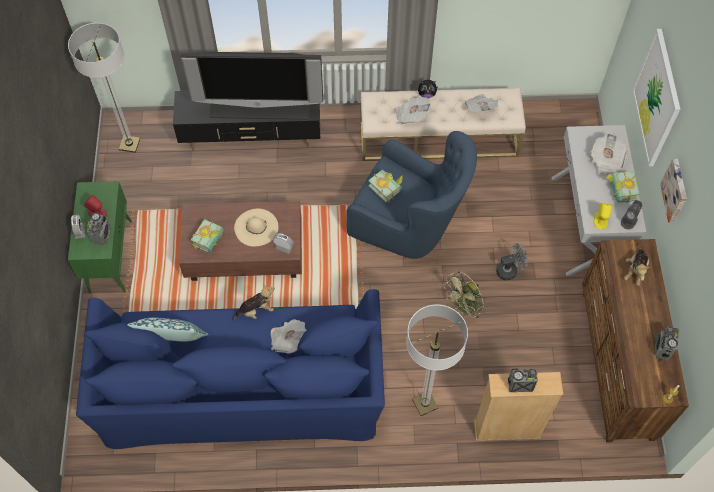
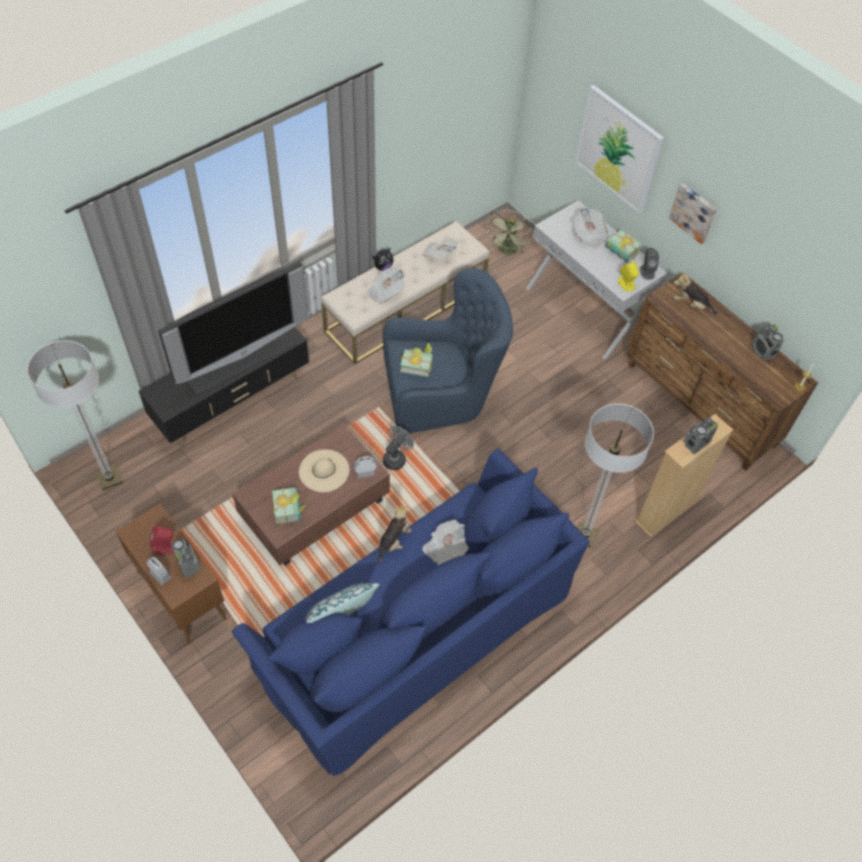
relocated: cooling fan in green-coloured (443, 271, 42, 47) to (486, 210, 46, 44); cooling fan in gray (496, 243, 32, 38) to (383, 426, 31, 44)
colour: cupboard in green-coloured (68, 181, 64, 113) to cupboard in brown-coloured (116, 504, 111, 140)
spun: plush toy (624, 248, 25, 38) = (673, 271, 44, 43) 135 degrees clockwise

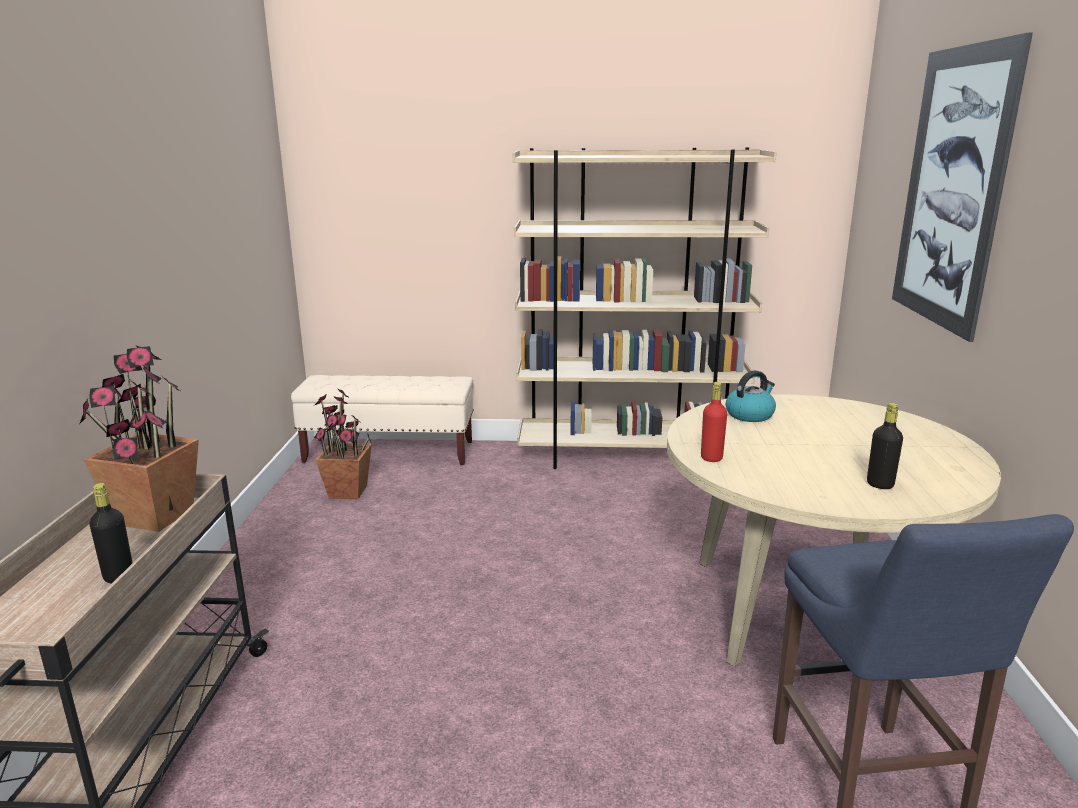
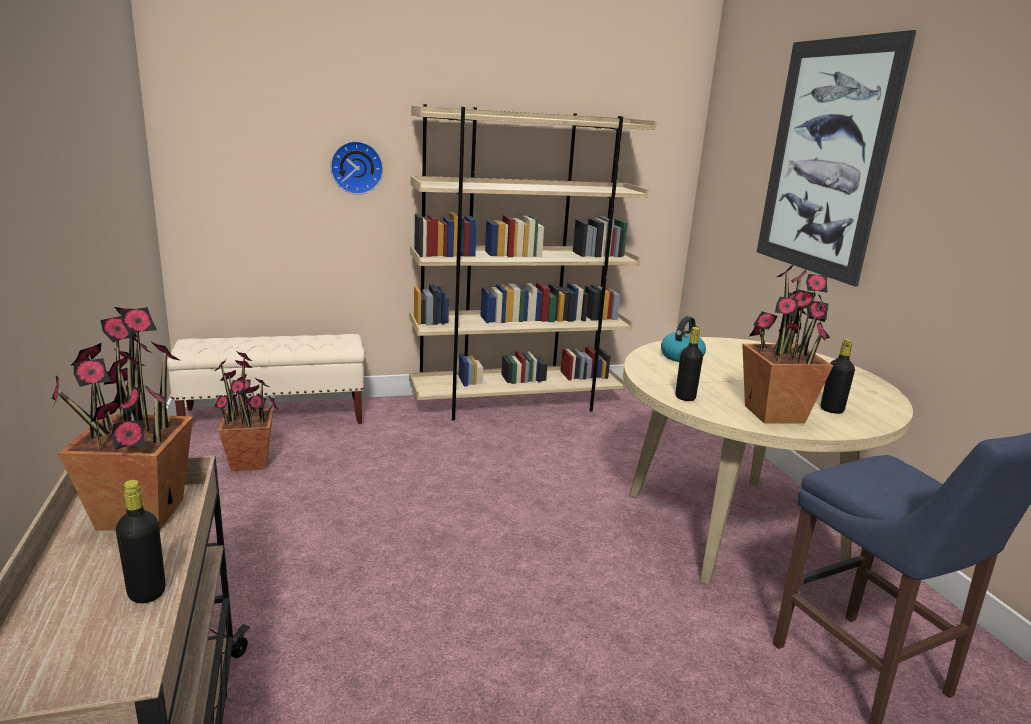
appeared: clock on the wall (330, 141, 53, 54); plant in a pot (742, 265, 91, 159)
colour: drink bottle in red (701, 382, 26, 80) to drink bottle in blackish (675, 327, 28, 74)

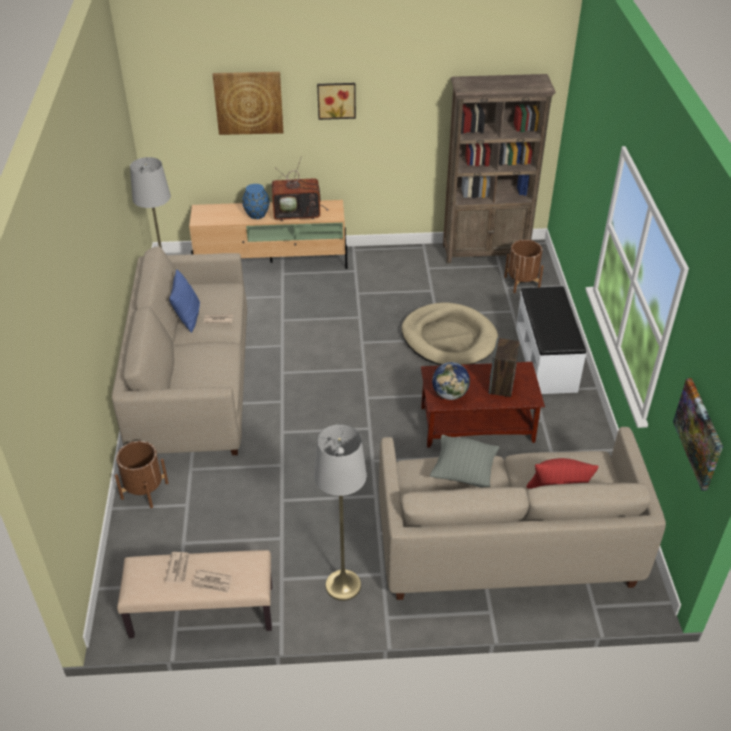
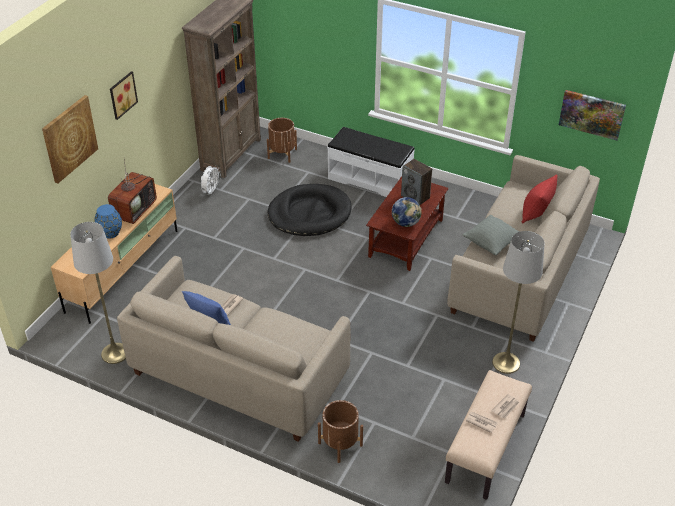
appeared: cooling fan in white (201, 165, 20, 30)
colour: pet bed in sand-coloured (401, 303, 97, 62) to pet bed in blackish (268, 184, 84, 52)

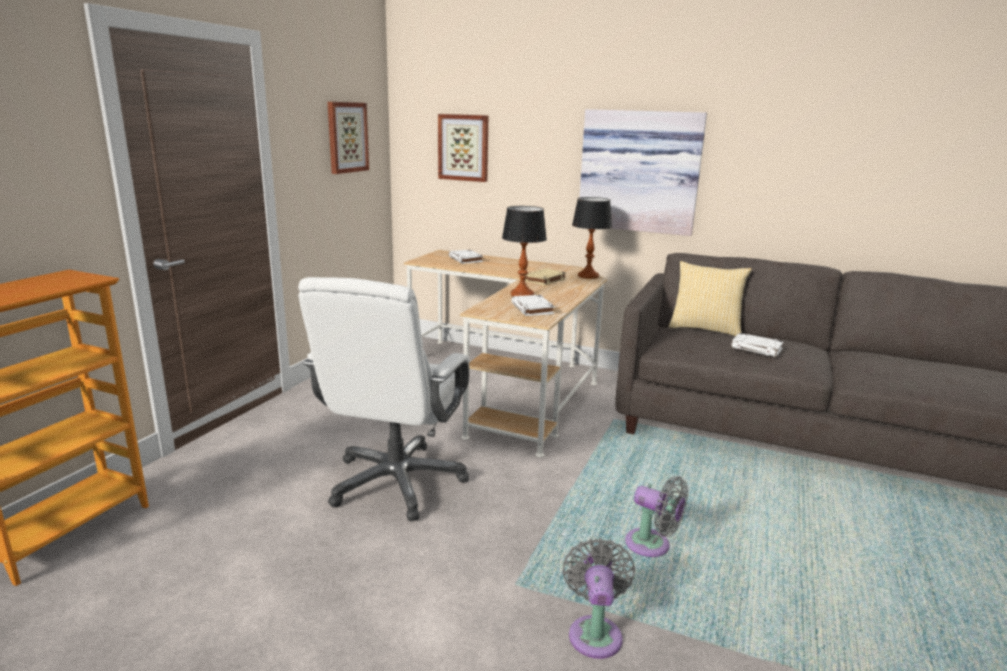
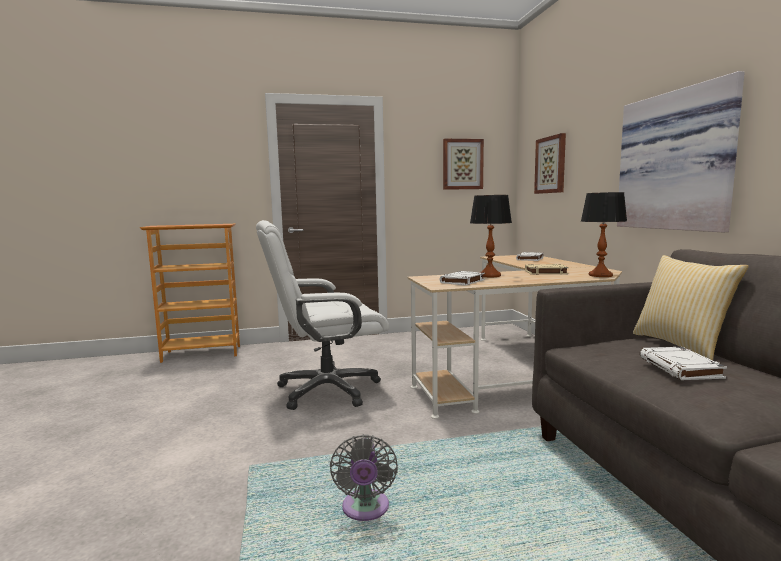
missing: cooling fan in gray (562, 538, 73, 121)

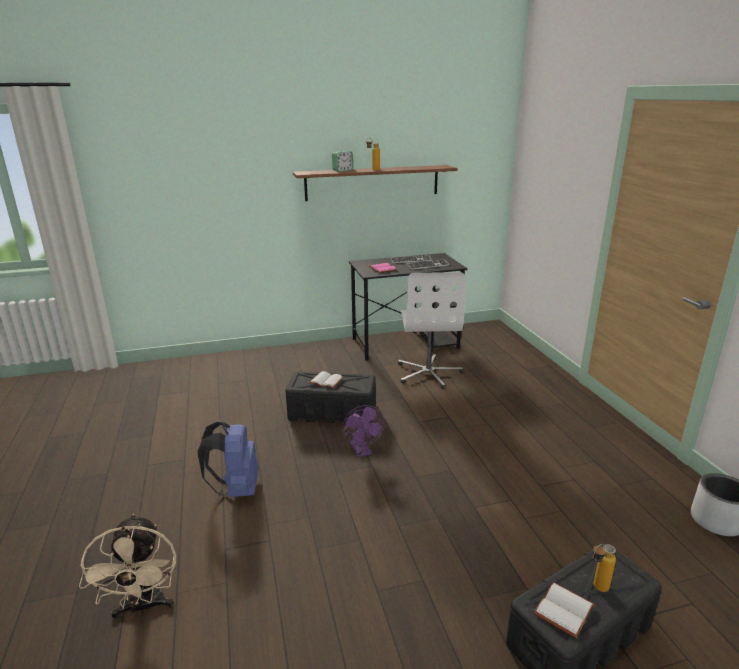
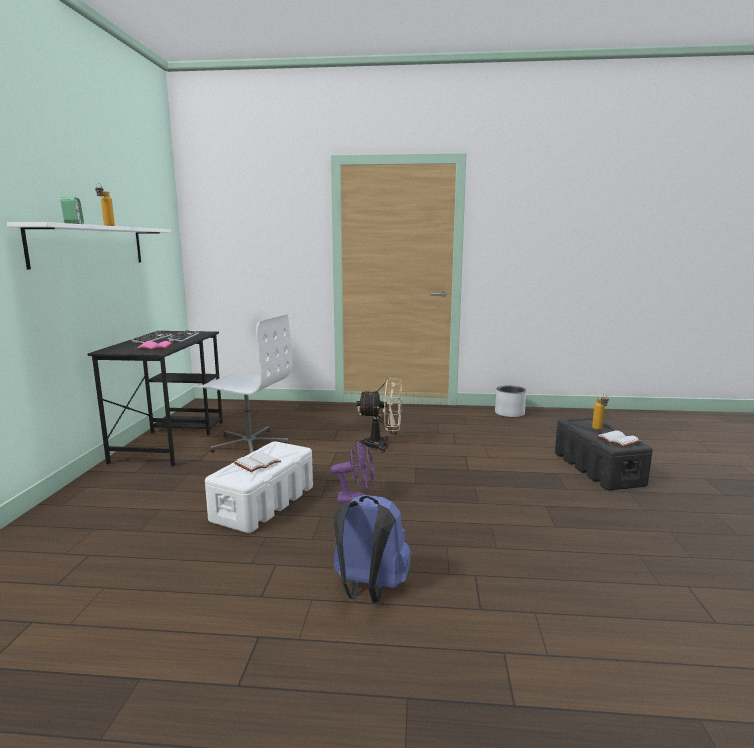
relocated: cooling fan in sand-coloured (79, 514, 97, 105) to (355, 378, 47, 75)
colour: storage bin in blackish (285, 372, 91, 52) to storage bin in white (205, 441, 108, 92); wall shelf in brown-coloured (293, 165, 165, 36) to wall shelf in white (7, 222, 164, 47)

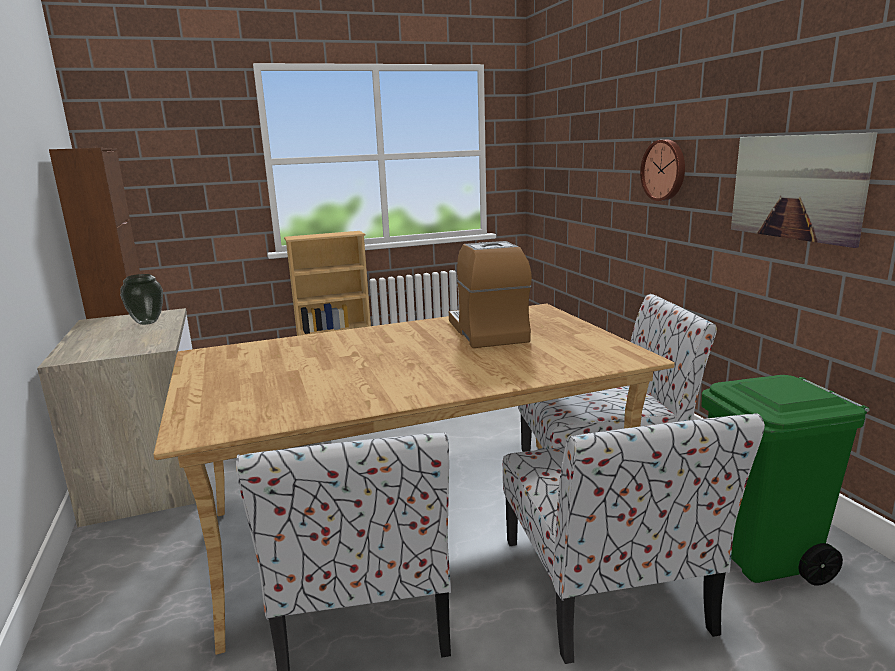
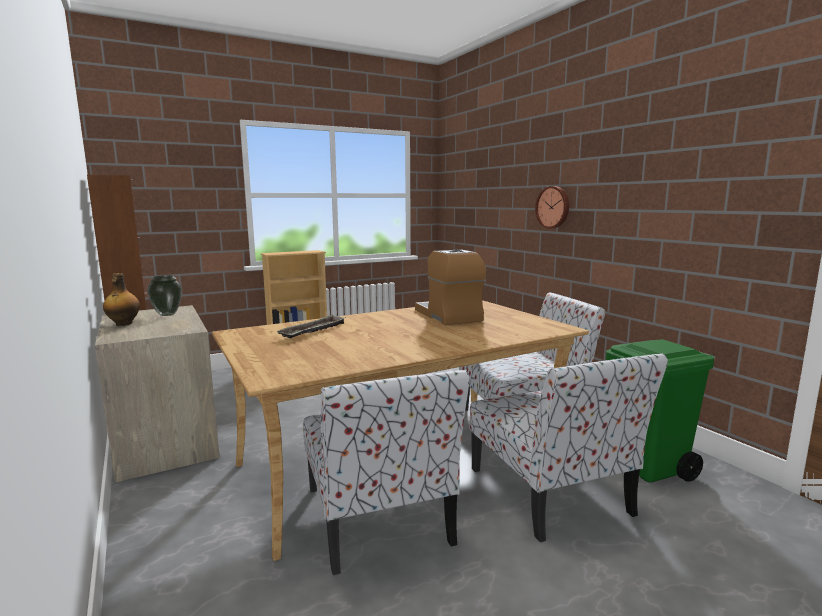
missing: picture (731, 132, 146, 116)
appeared: drink bottle (103, 273, 37, 53); serving tray (276, 314, 69, 24)

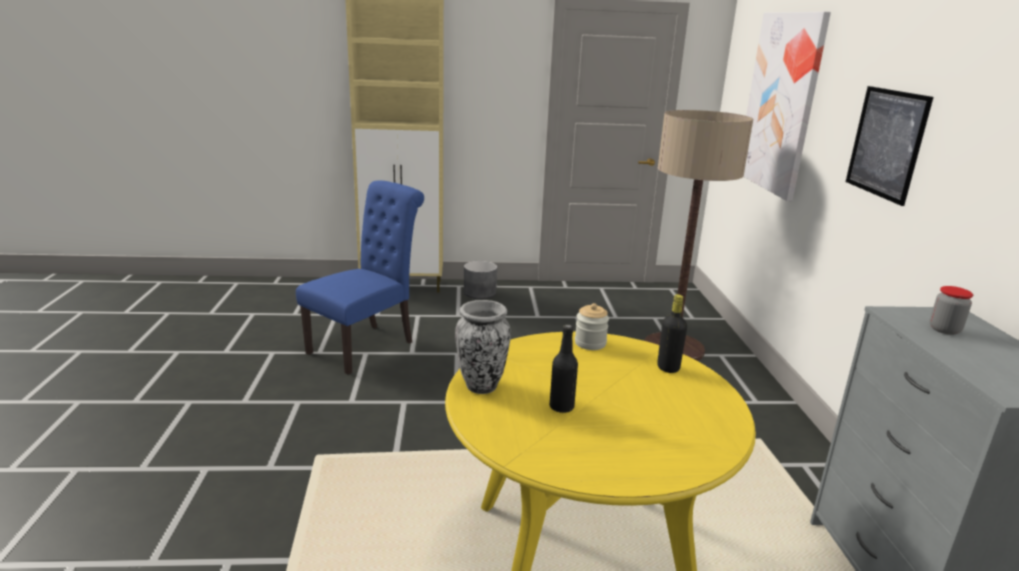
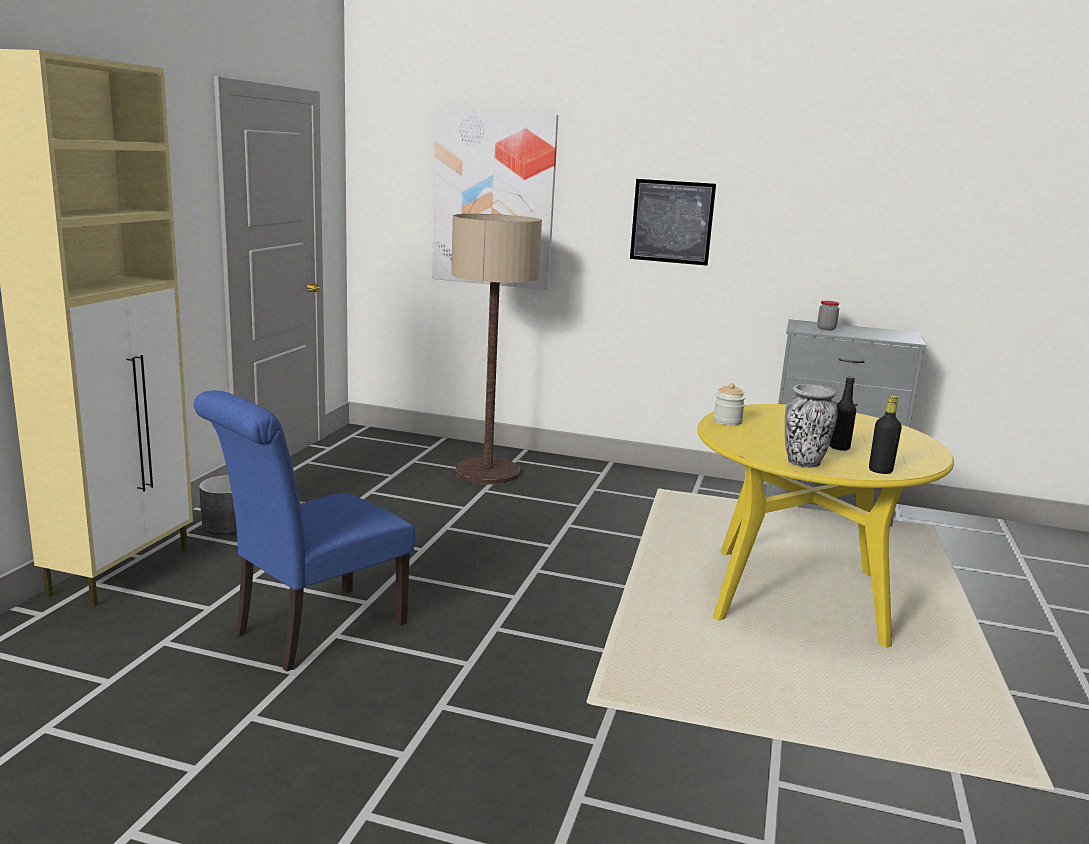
relocated: drink bottle in blackish (657, 294, 30, 79) to (869, 395, 33, 79)
spun: plain chair in bluish (296, 181, 128, 194) = (194, 390, 221, 282) 105 degrees counterclockwise

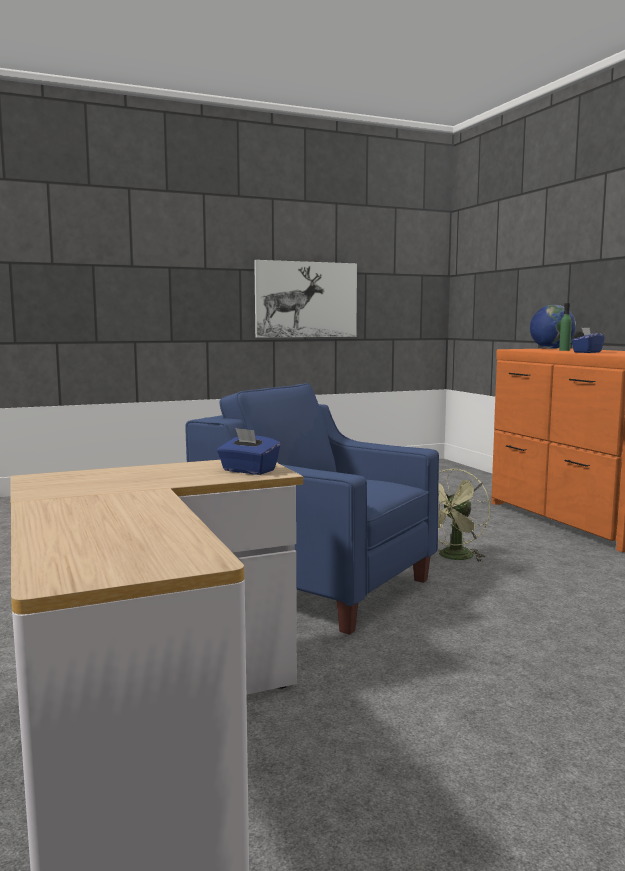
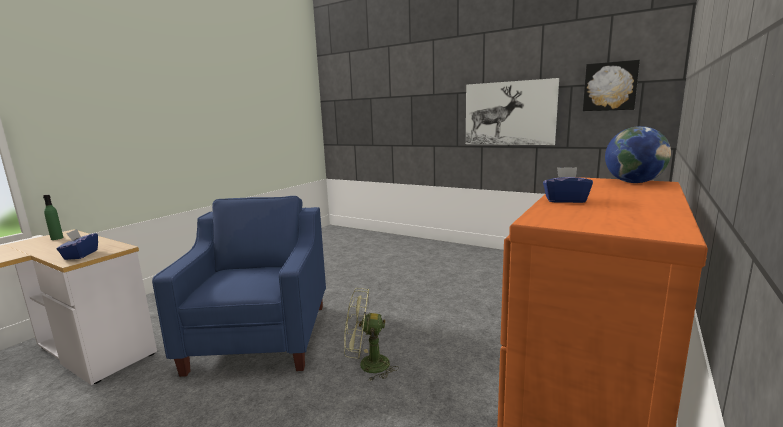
appeared: picture (583, 60, 57, 51)
relocated: drink bottle in green-coloured (559, 303, 13, 48) to (43, 195, 21, 45)

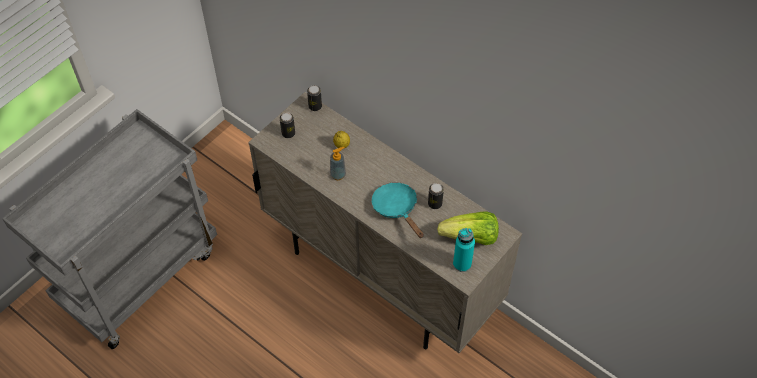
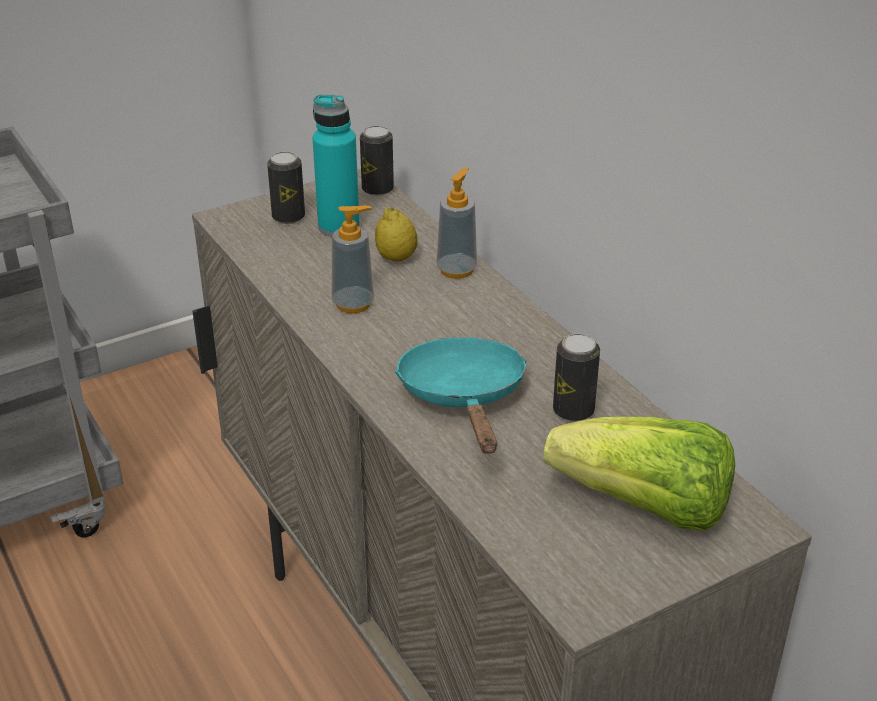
appeared: liquid soap bottle (437, 167, 40, 112)
relocated: drink bottle in blue-green (453, 228, 22, 44) to (313, 95, 47, 142)

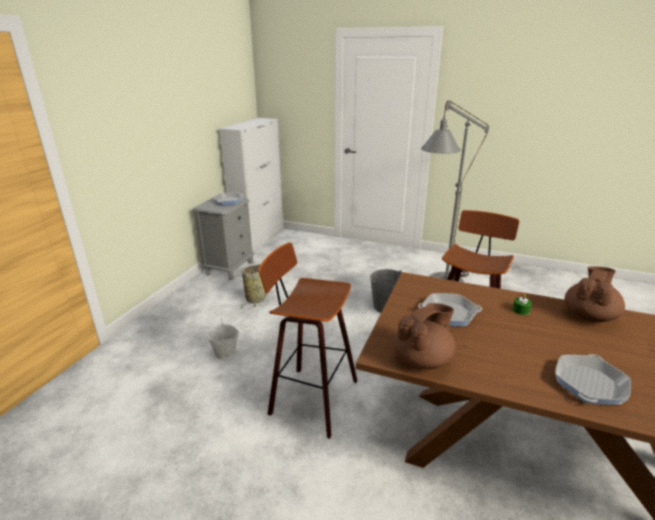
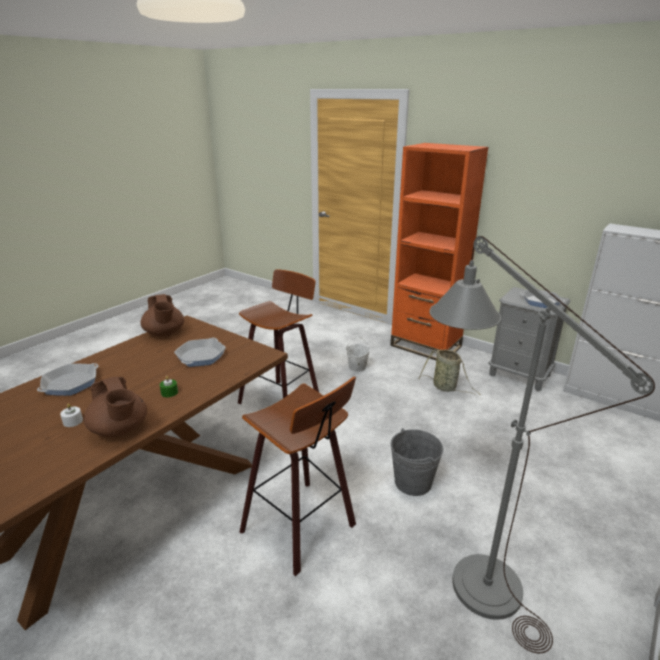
appeared: wax light in white (60, 404, 23, 23); bookshelf in orange (390, 143, 99, 217)
spun: frying pan (555, 354, 76, 51) = (37, 363, 61, 33) 105 degrees counterclockwise

